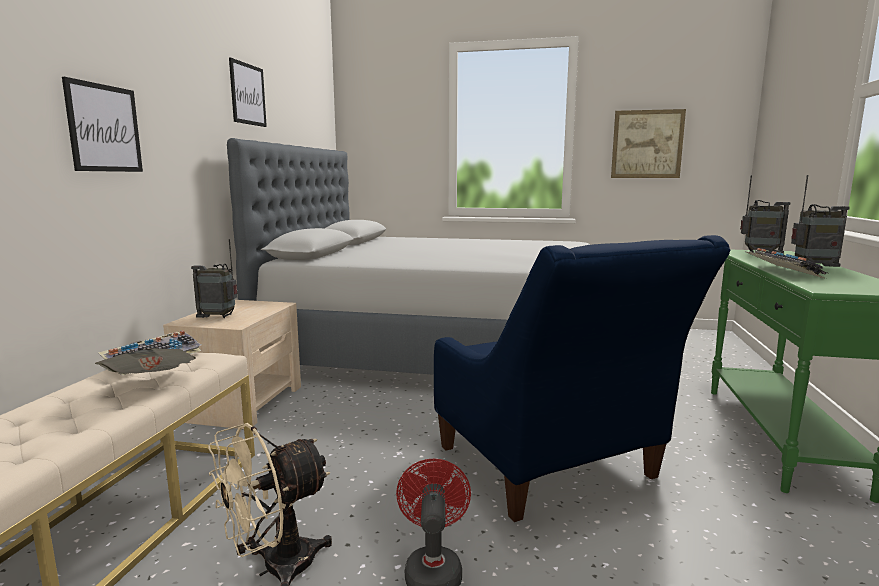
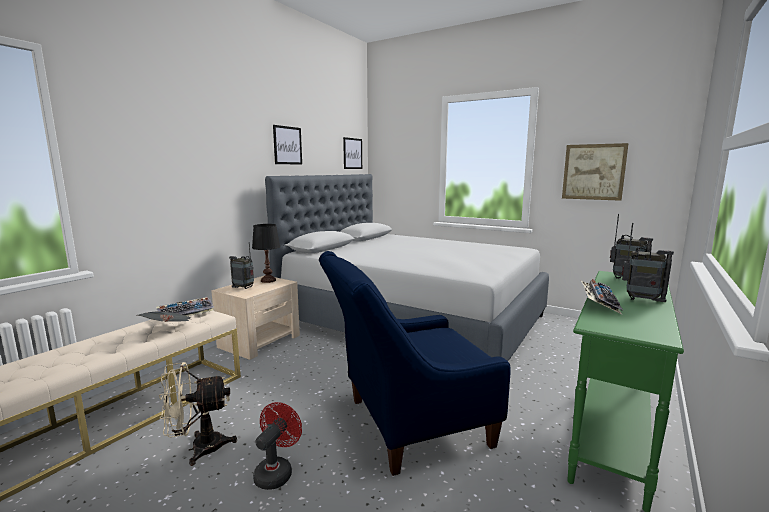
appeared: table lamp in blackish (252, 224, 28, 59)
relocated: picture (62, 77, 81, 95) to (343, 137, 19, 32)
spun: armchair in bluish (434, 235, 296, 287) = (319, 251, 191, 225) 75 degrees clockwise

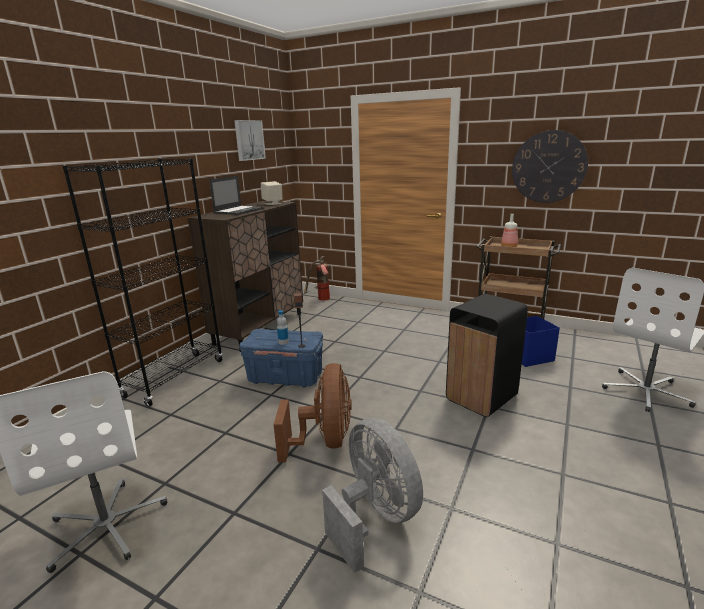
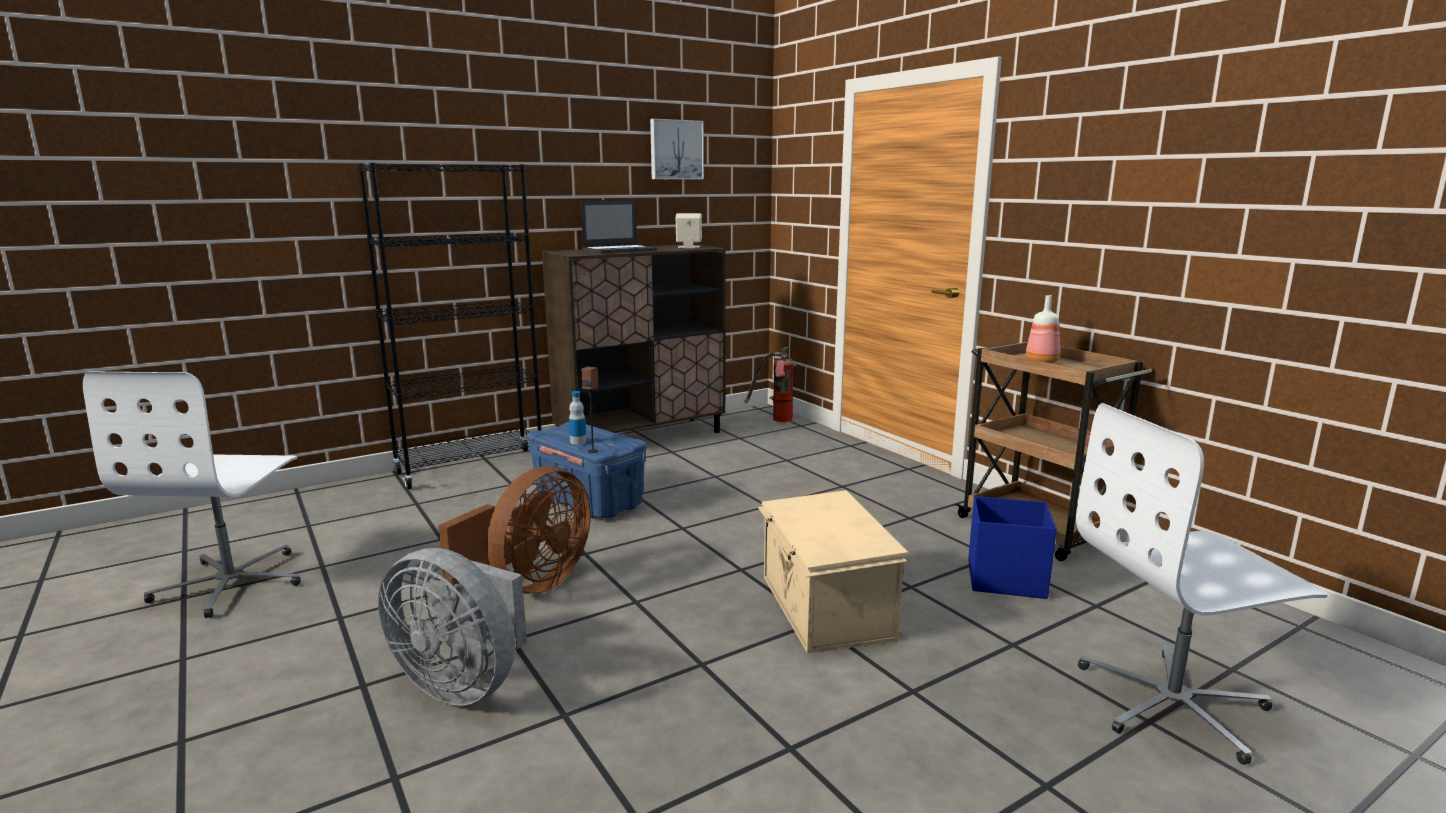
missing: clock on the wall (512, 130, 76, 73)
exchanged: trash can in blackish (446, 294, 82, 123) to storage bin in sand-coloured (758, 490, 151, 163)
spun: cooling fan in gray (322, 418, 101, 155) = (378, 548, 149, 158) 120 degrees clockwise

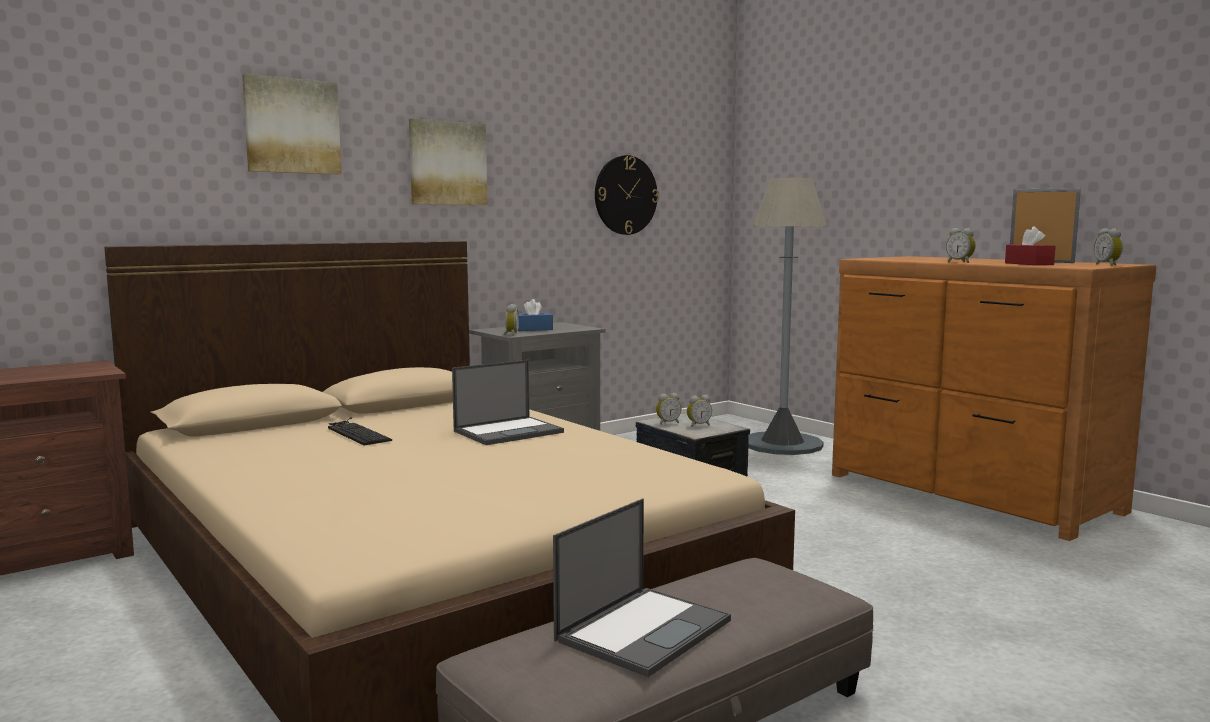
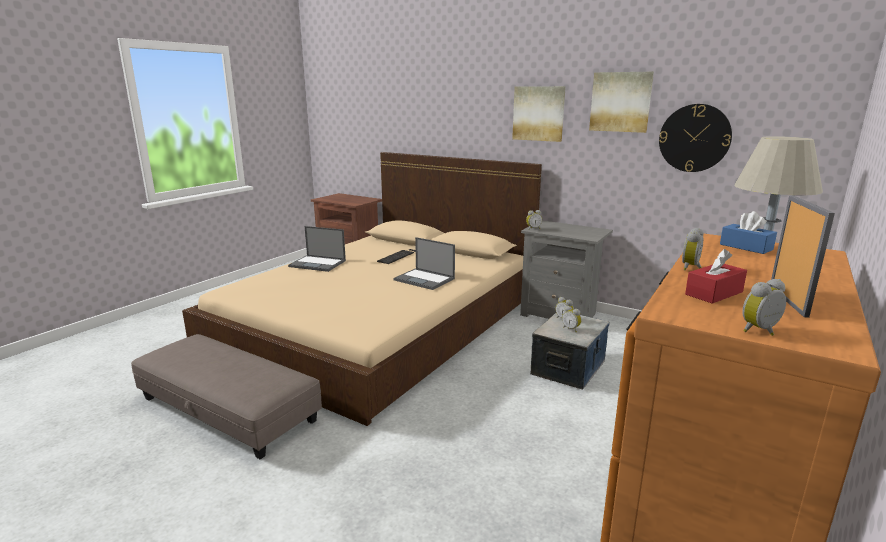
relocated: picture (242, 74, 99, 100) to (589, 72, 65, 61); tissue holder in bluish (518, 299, 35, 32) to (720, 211, 57, 43); notebook computer (553, 498, 178, 179) to (288, 226, 58, 46)

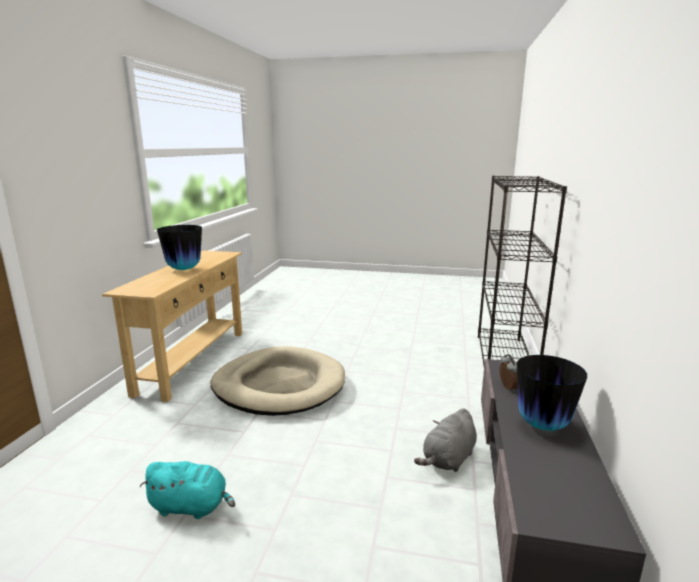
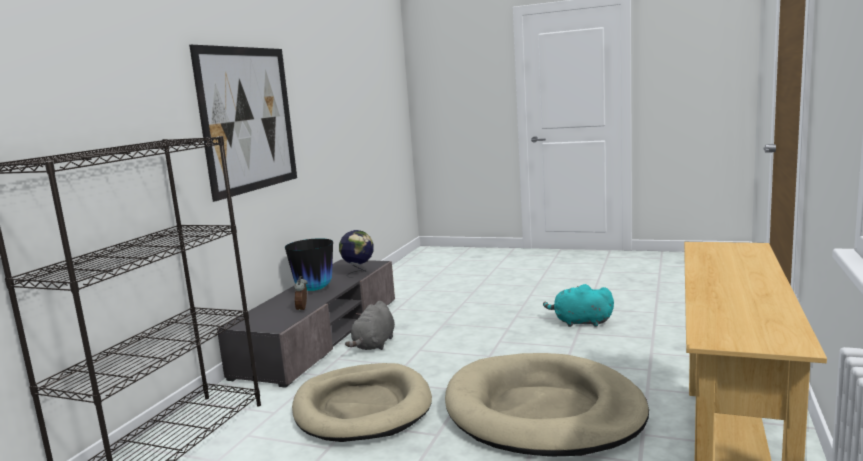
missing: decorative vase (157, 225, 45, 45)
appeared: picture (189, 45, 108, 157); pet bed in sand-coloured (292, 363, 140, 79); globe (339, 230, 35, 48)
spun: plush toy in gray (414, 408, 63, 64) = (345, 301, 50, 49) 150 degrees clockwise

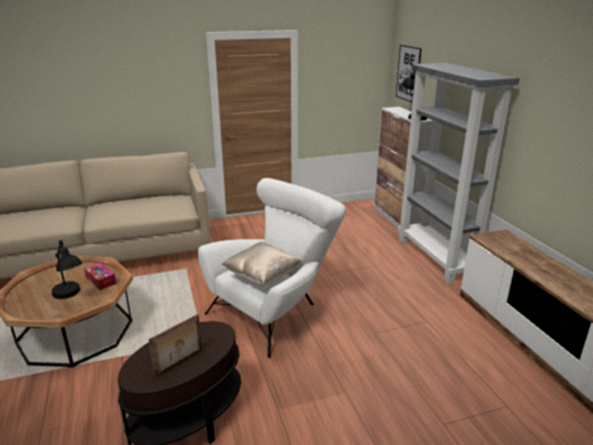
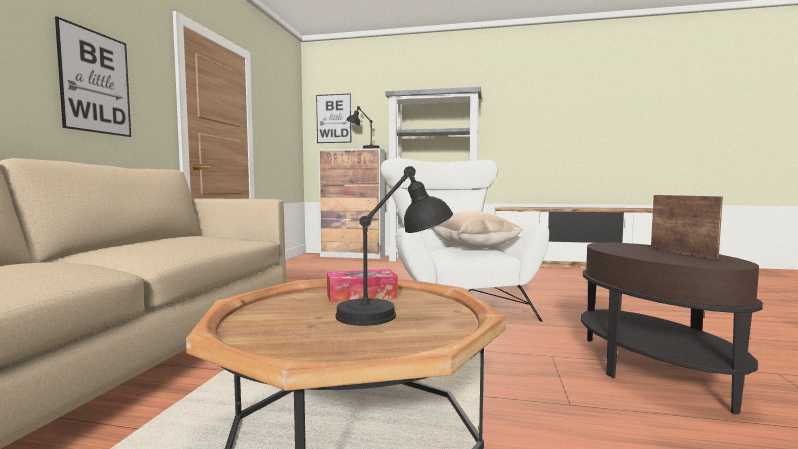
appeared: picture (55, 16, 76, 121)

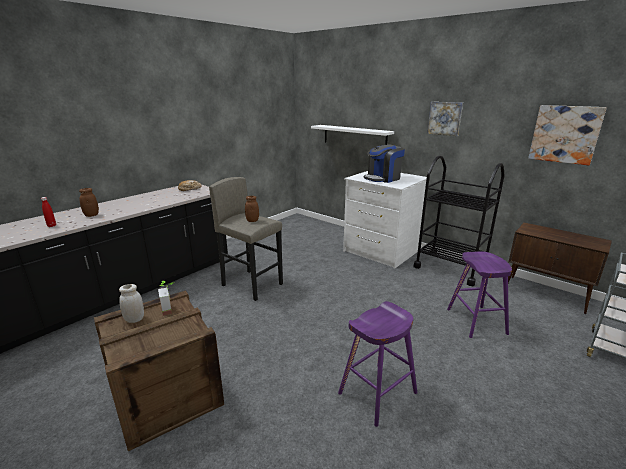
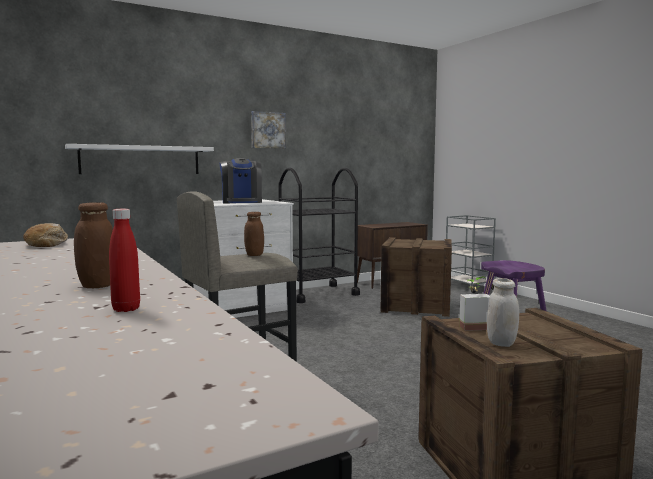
missing: picture (528, 105, 79, 60)
exchanged: sitting stool in purplish (447, 251, 65, 87) to crate (381, 237, 71, 80)

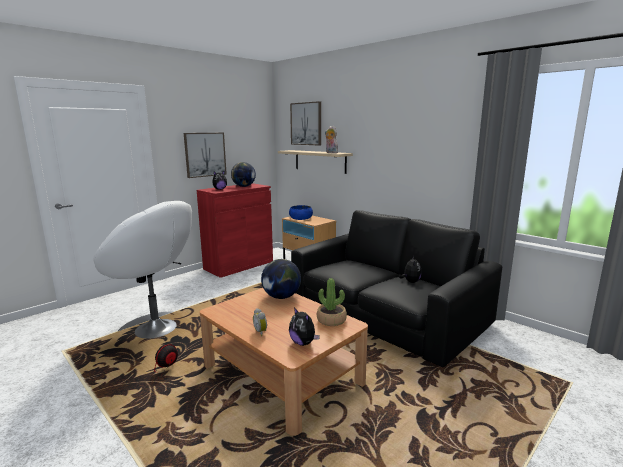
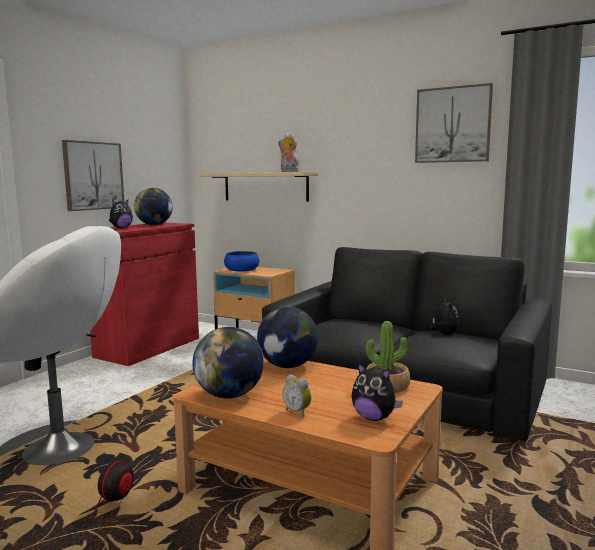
appeared: globe (193, 327, 71, 71)
relocated: picture (290, 101, 31, 44) to (415, 83, 78, 80)

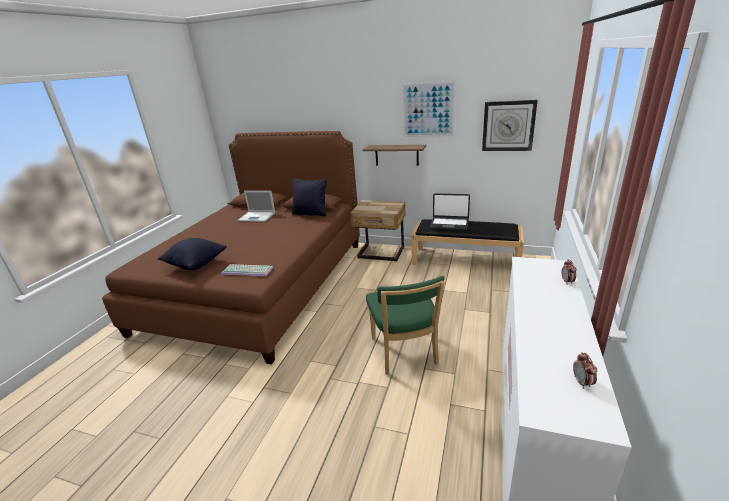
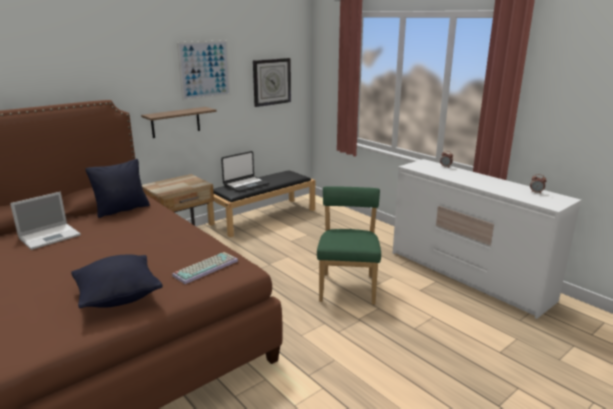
spun: plain chair in green-coloured (366, 276, 79, 99) = (317, 186, 64, 119) 105 degrees counterclockwise

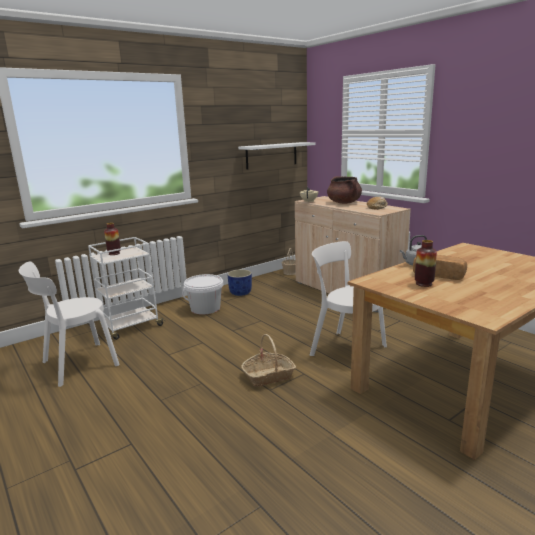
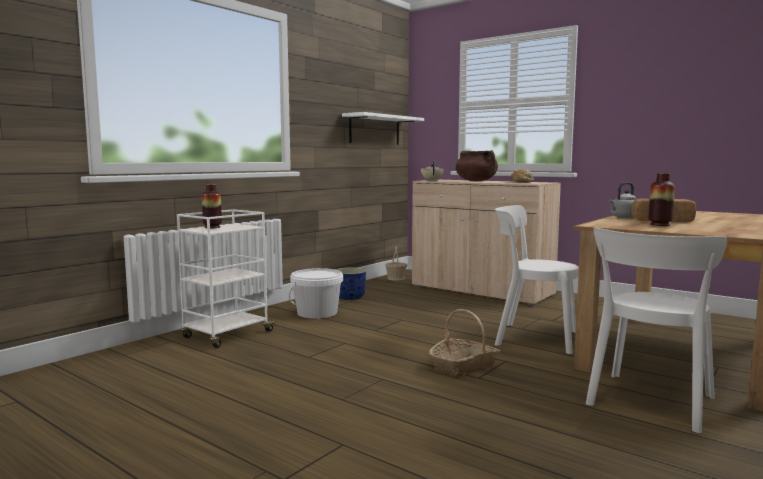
relocated: plain chair in white (19, 261, 101, 126) to (586, 227, 141, 206)

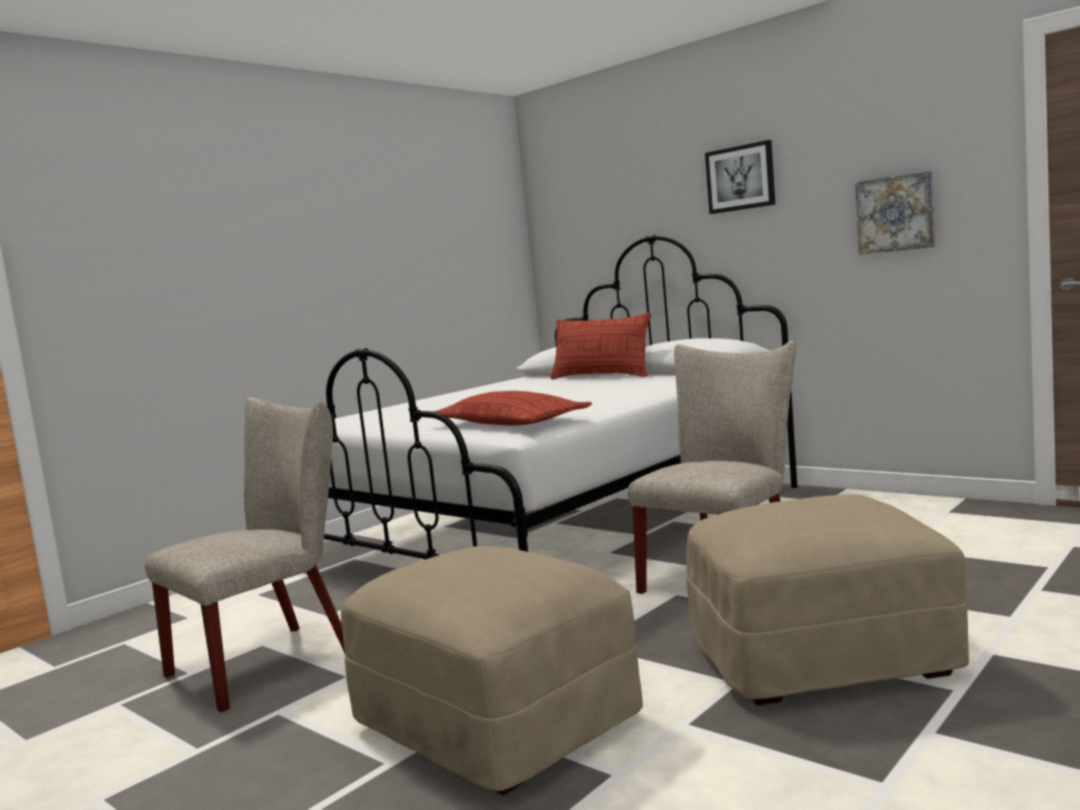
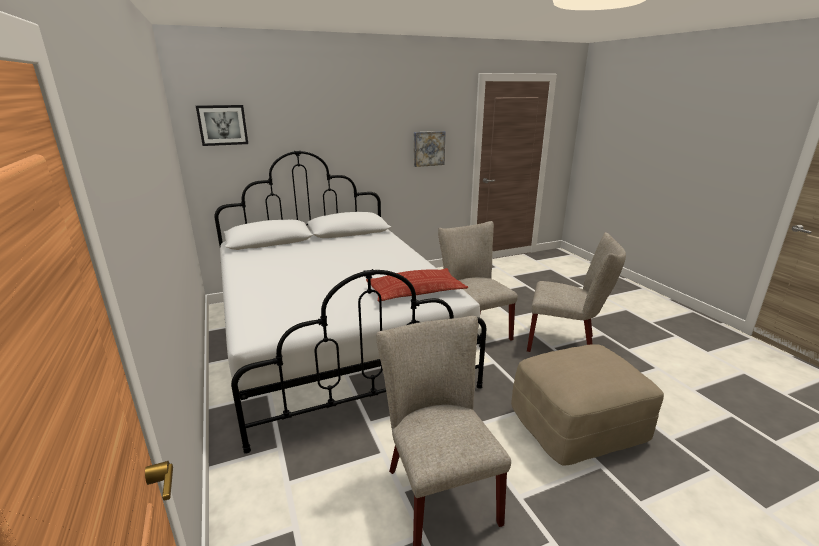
missing: pillow (550, 313, 101, 66)
relocated: picture (705, 140, 71, 74) to (196, 105, 52, 41)
exchanged: footrest in sand-coloured (686, 494, 283, 211) to plain chair in sand-coloured (527, 232, 99, 120)

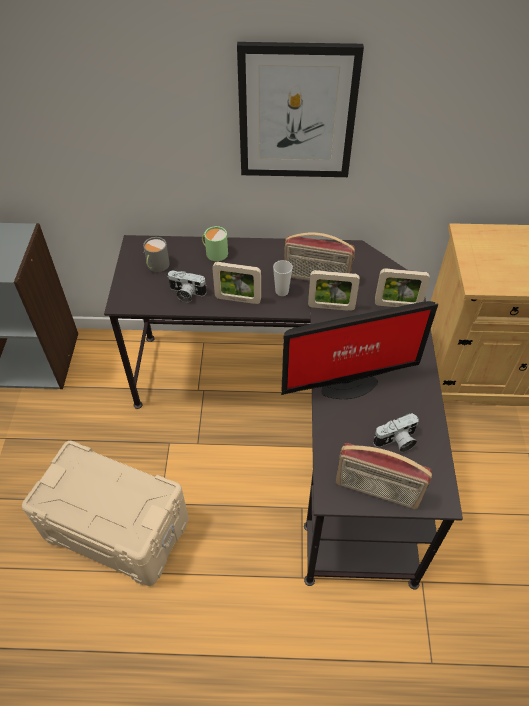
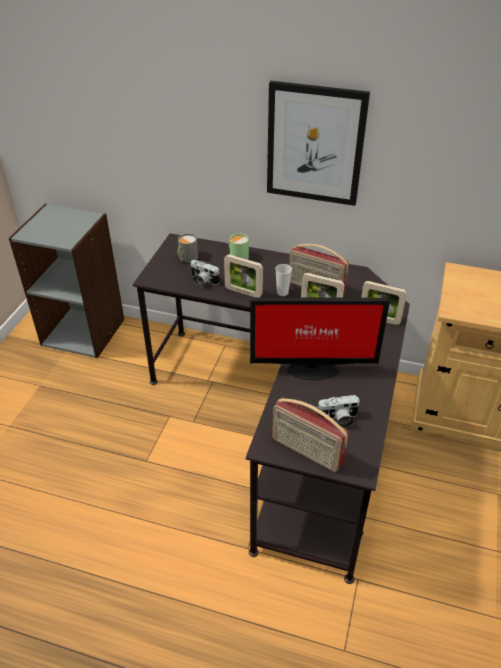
missing: storage bin in sand-coloured (22, 441, 167, 145)

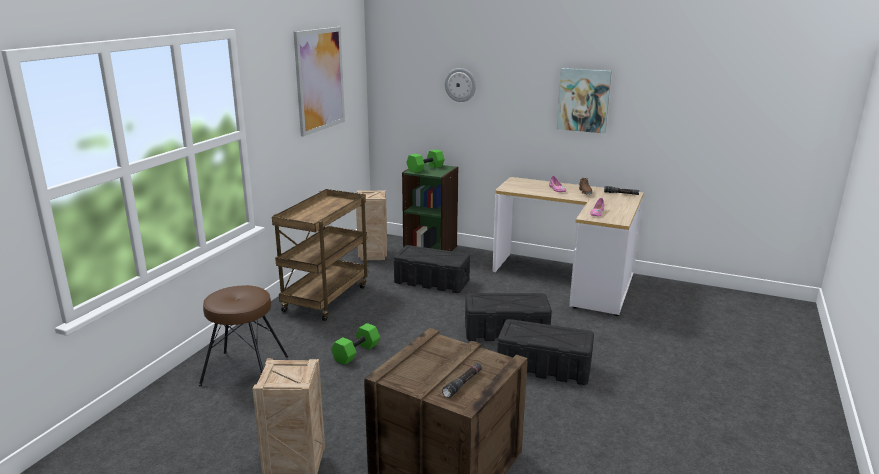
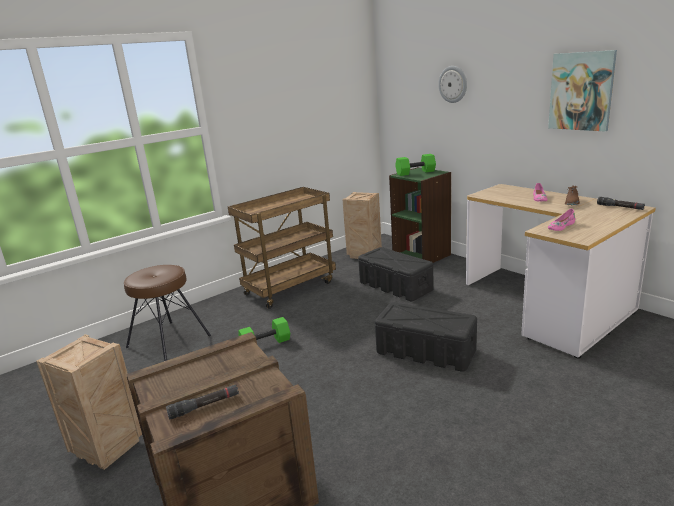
missing: picture (293, 27, 52, 110); storage bin in blackish (497, 319, 97, 66)

